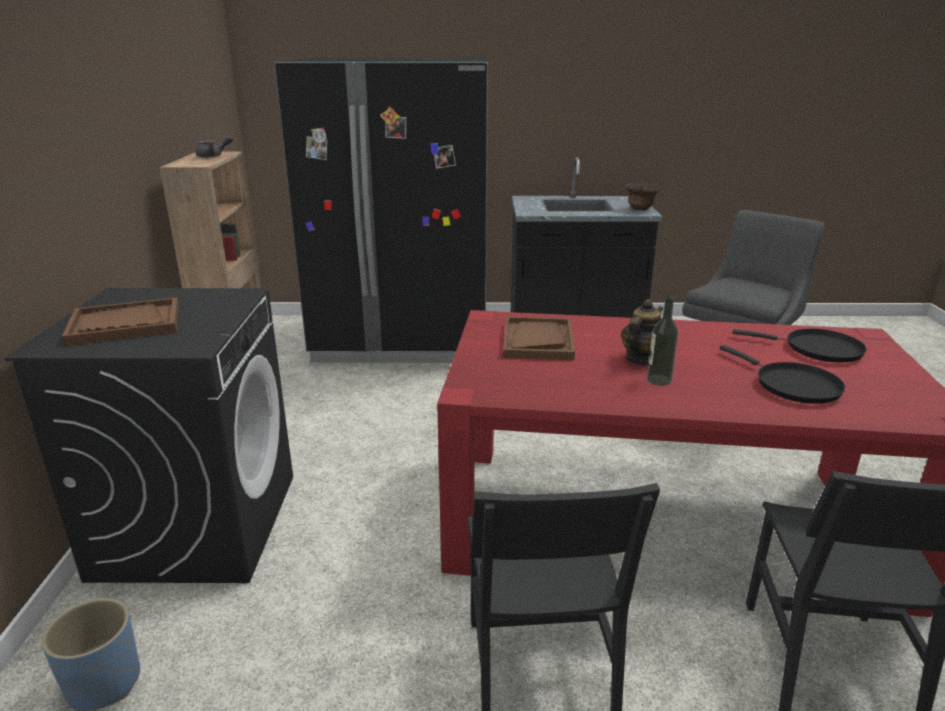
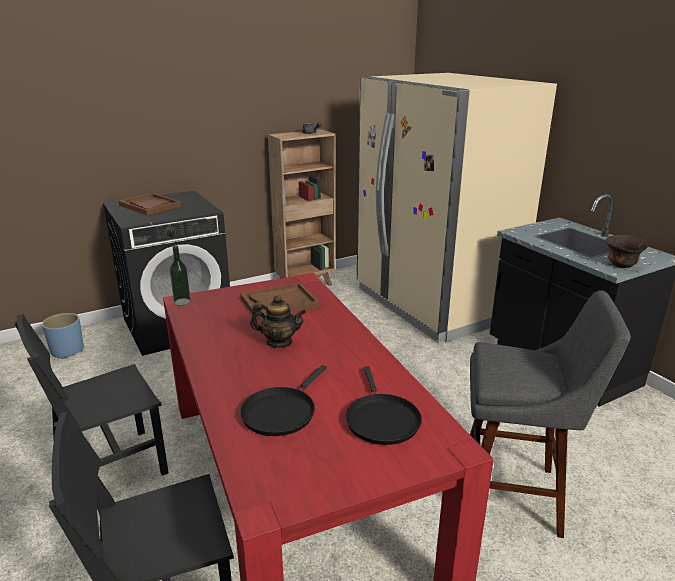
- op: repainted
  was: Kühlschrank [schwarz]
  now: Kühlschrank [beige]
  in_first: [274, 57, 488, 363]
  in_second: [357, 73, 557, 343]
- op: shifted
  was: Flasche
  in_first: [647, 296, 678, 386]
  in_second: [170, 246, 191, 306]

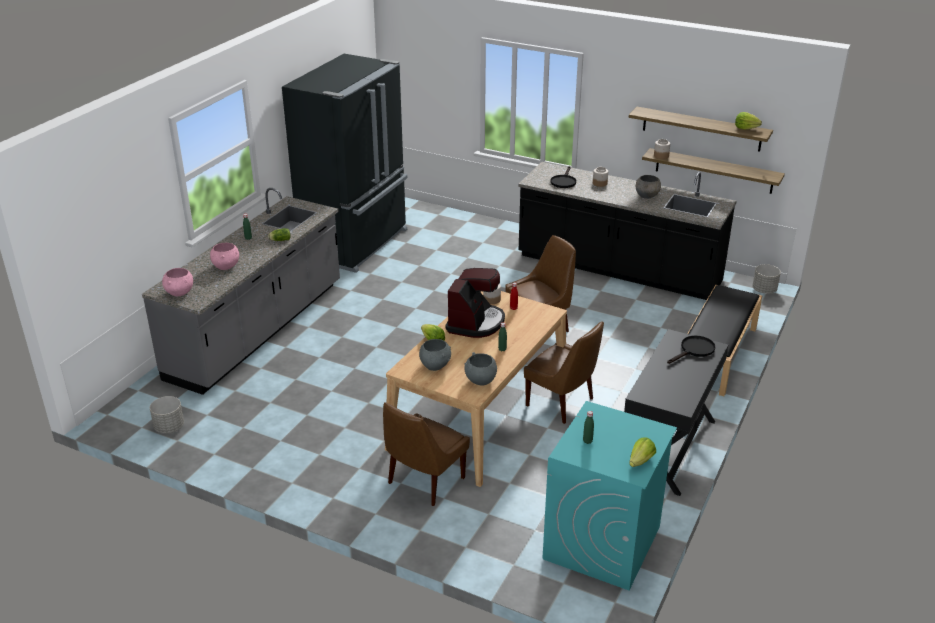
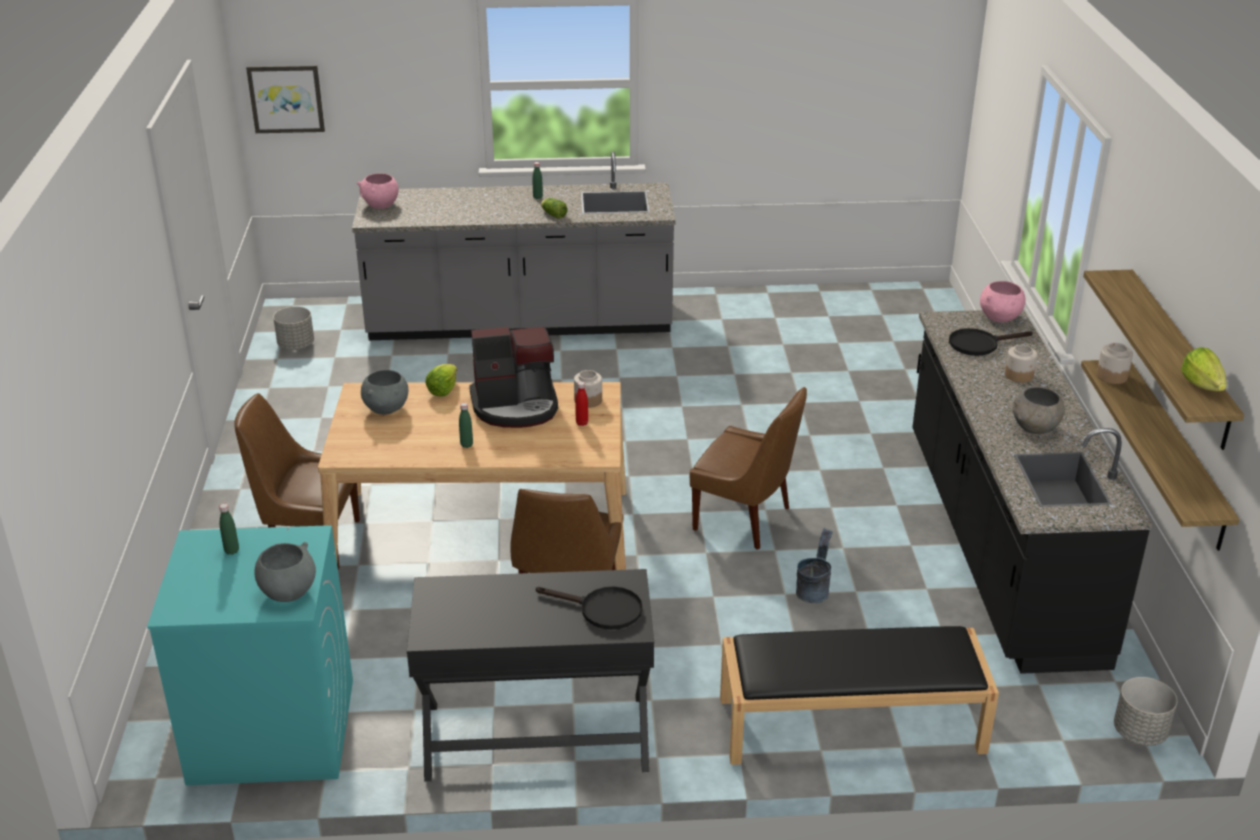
- op: shifted
  was: Schüssel [rosa]
  in_first: [210, 243, 239, 270]
  in_second: [980, 281, 1026, 322]
- op: gone
  was: Kühlschrank [schwarz]
  in_first: [282, 54, 407, 273]
- op: shifted
  was: Schüssel [grau]
  in_first: [464, 352, 497, 385]
  in_second: [255, 542, 316, 602]
- op: gone
  was: Salatkopf
  in_first: [629, 437, 656, 467]
- op: new
  now: Bild
  in_second: [246, 65, 325, 133]
- op: new
  now: Eimer [grau]
  in_second: [796, 528, 833, 603]

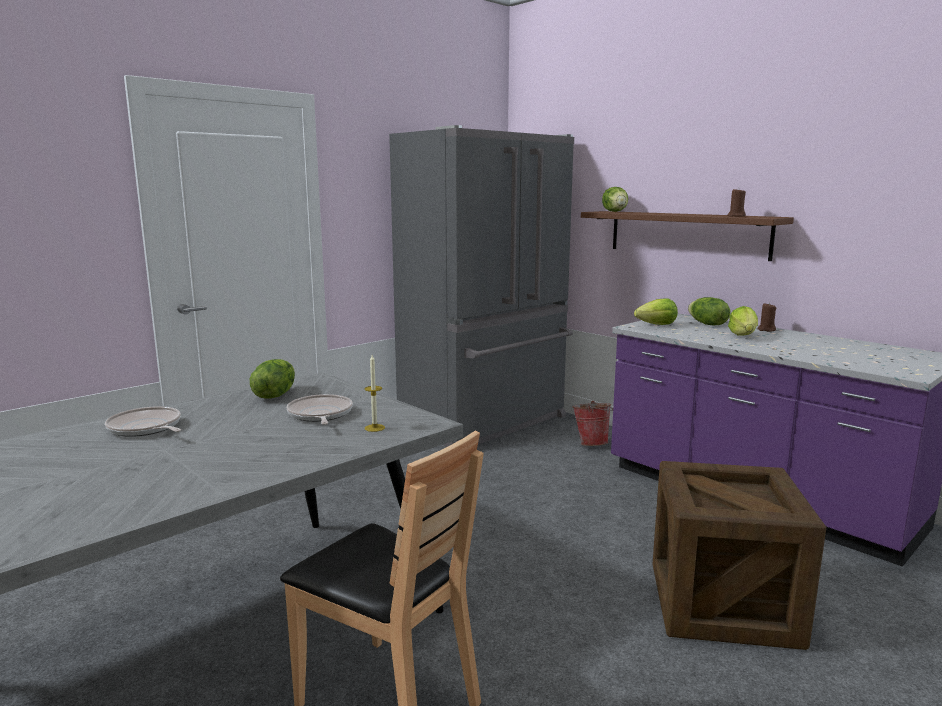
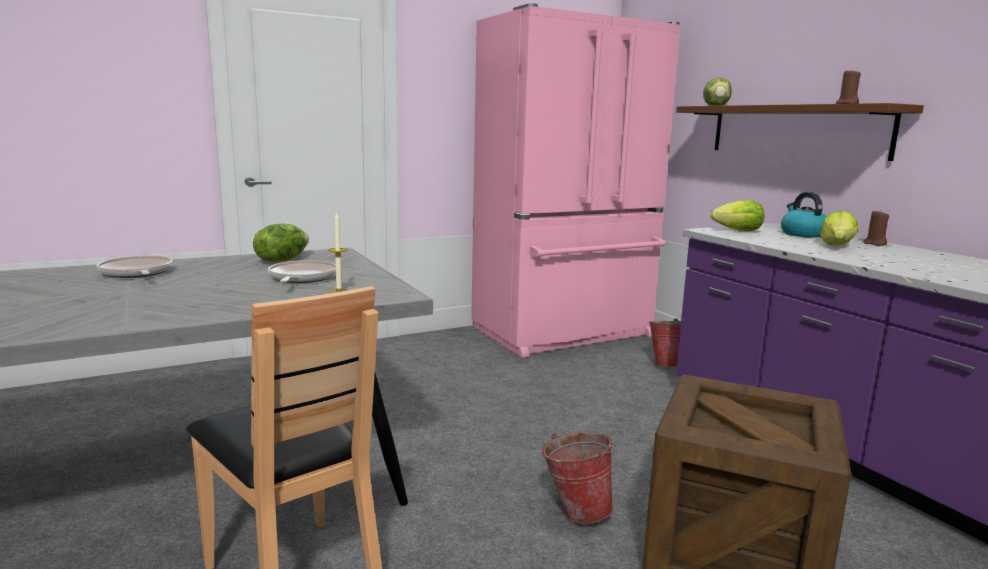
- op: repainted
  was: Kühlschrank [grau]
  now: Kühlschrank [rosa]
  in_first: [389, 125, 574, 447]
  in_second: [471, 3, 681, 358]
- op: swapped
  was: Salatkopf
  now: Wasserkessel
  in_first: [688, 297, 731, 325]
  in_second: [781, 192, 826, 237]
- op: new
  now: Eimer
  in_second: [542, 431, 618, 524]

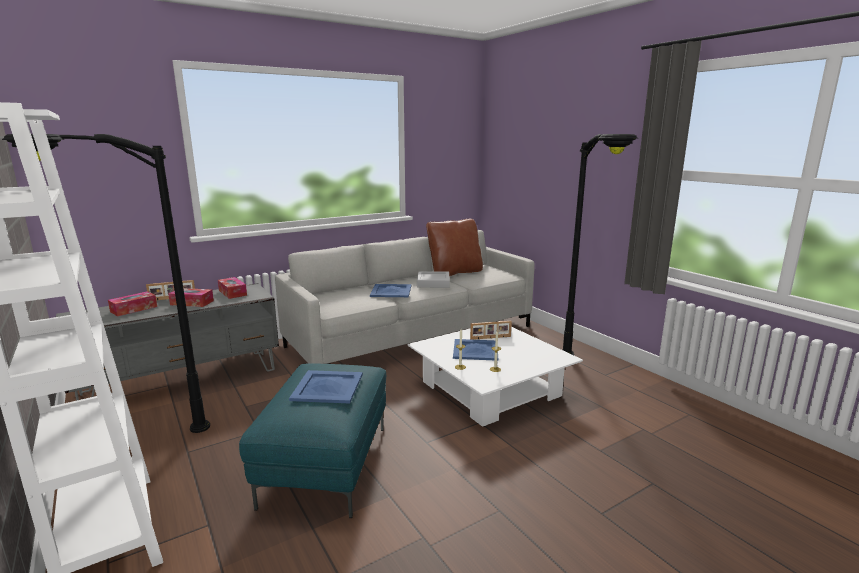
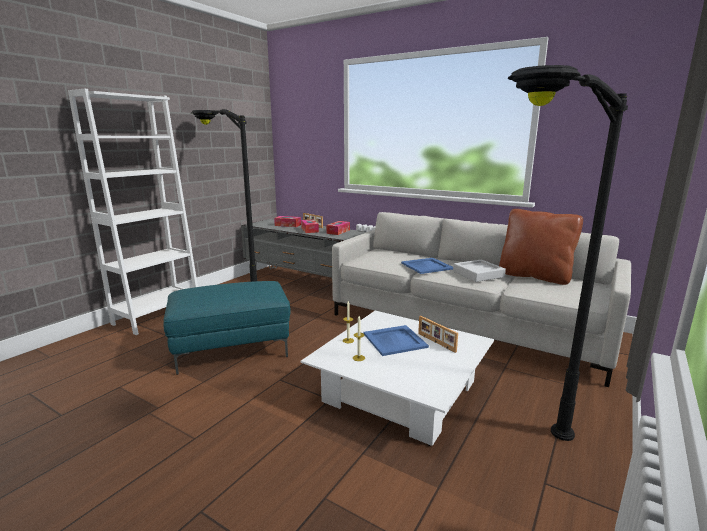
- op: gone
  was: Tablett [blau]
  in_first: [289, 370, 363, 403]

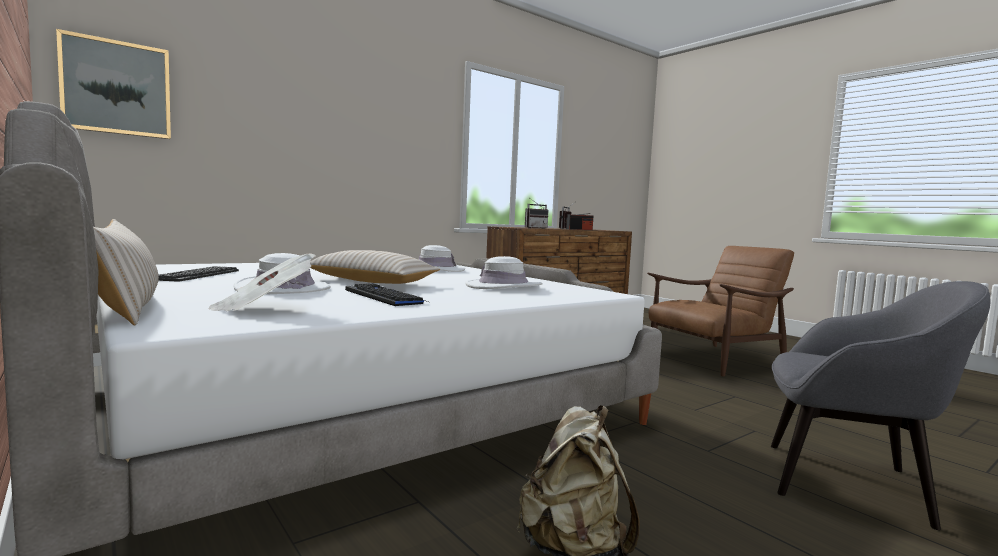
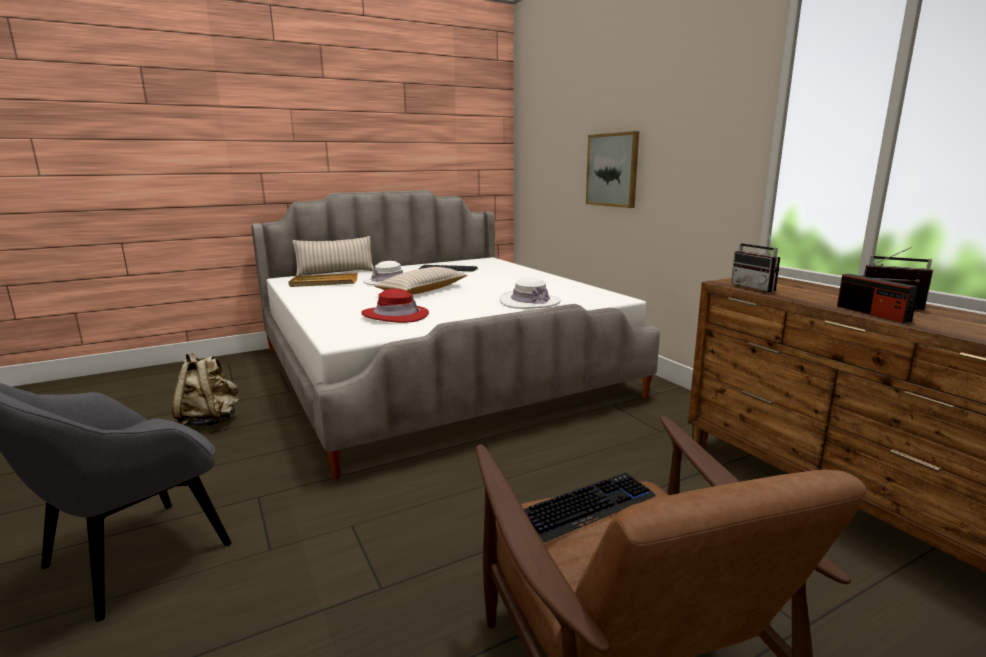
- op: shifted
  was: Bild
  in_first: [56, 29, 171, 139]
  in_second: [586, 131, 639, 208]
- op: swapped
  was: Zeitung
  now: Tablett [beige]
  in_first: [208, 253, 316, 311]
  in_second: [288, 273, 357, 287]
- op: shifted
  was: Tastatur
  in_first: [345, 283, 428, 306]
  in_second: [524, 473, 656, 543]
- op: repainted
  was: Hut [weiß]
  now: Hut [rot]
  in_first: [465, 256, 542, 289]
  in_second: [361, 289, 429, 323]

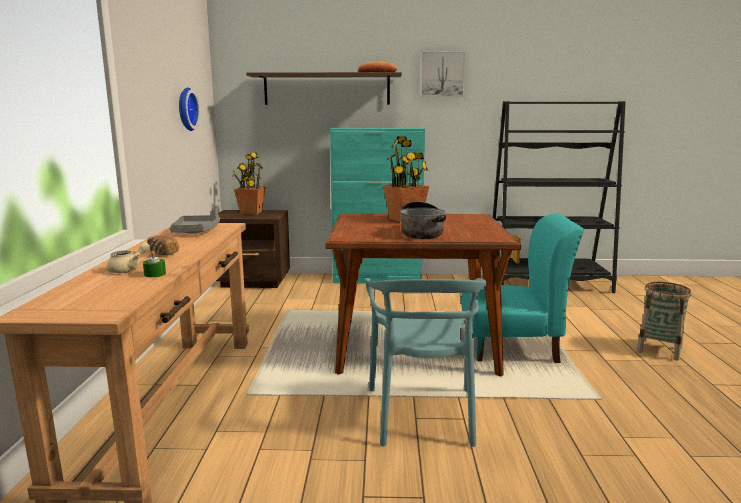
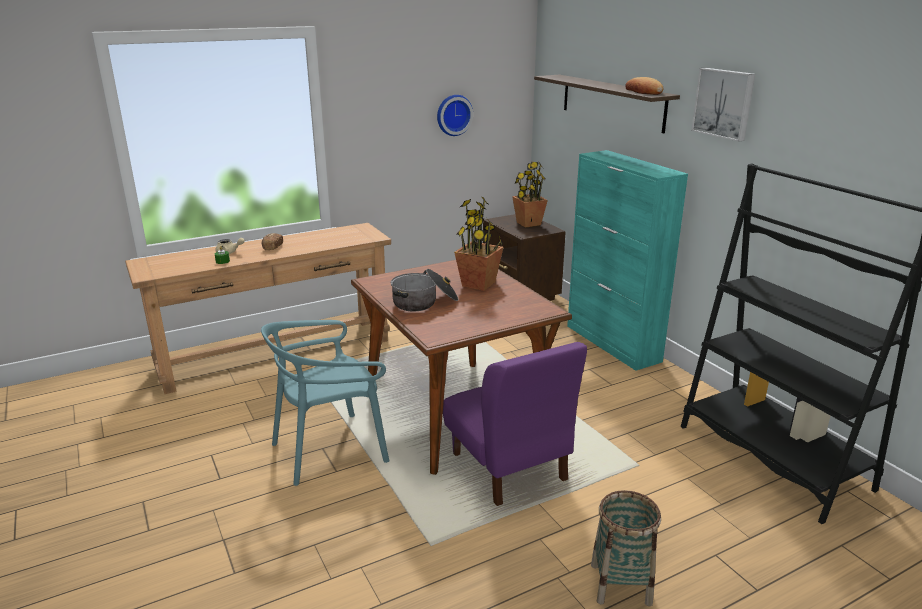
- op: gone
  was: Tablett [grau]
  in_first: [170, 208, 220, 233]
- op: repainted
  was: Stuhl [türkis]
  now: Stuhl [lila]
  in_first: [461, 213, 584, 363]
  in_second: [443, 342, 587, 506]

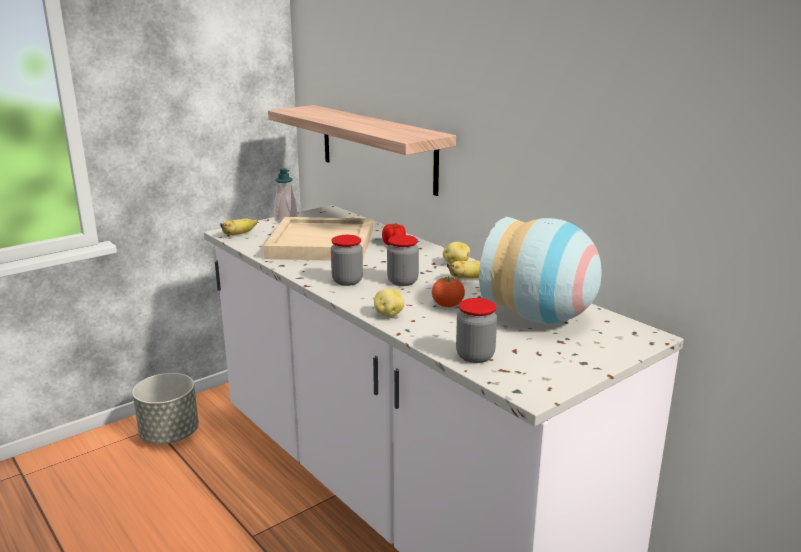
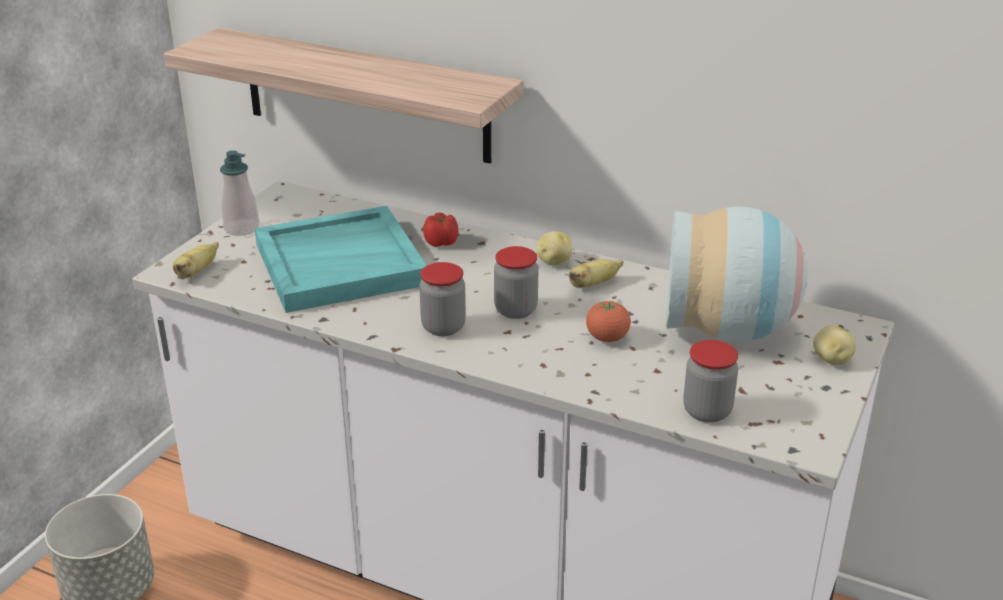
- op: repainted
  was: Tablett [beige]
  now: Tablett [türkis]
  in_first: [263, 217, 373, 261]
  in_second: [255, 206, 427, 313]
- op: shifted
  was: Kartoffel
  in_first: [374, 288, 404, 317]
  in_second: [813, 325, 856, 365]

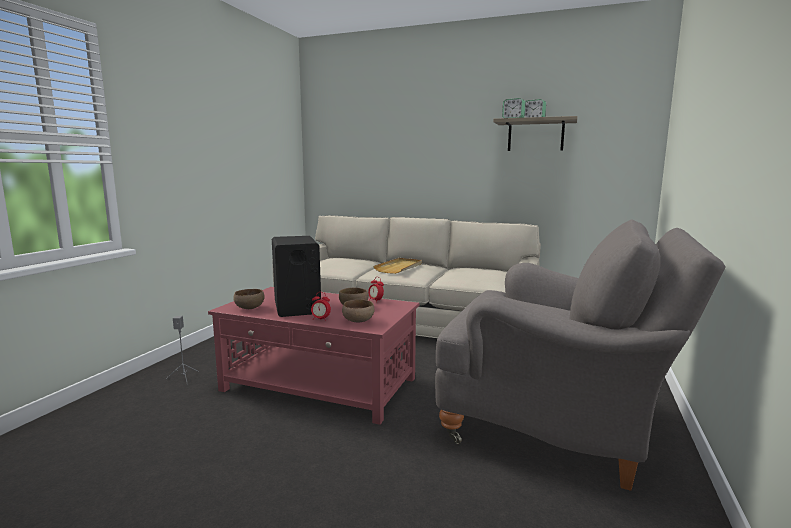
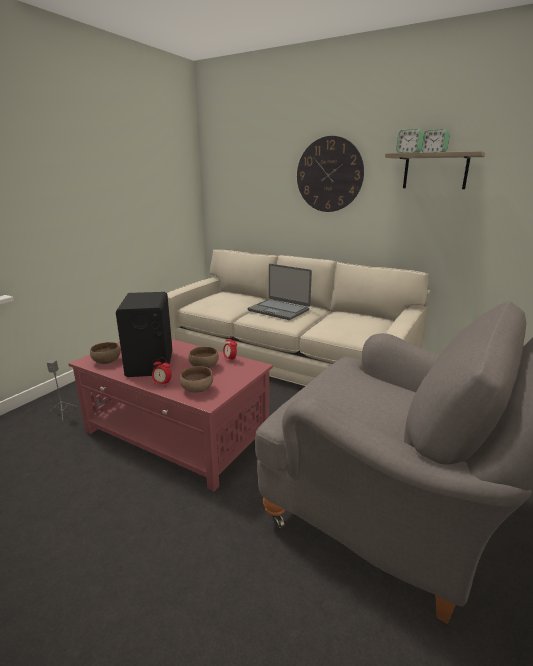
- op: swapped
  was: Tablett [beige]
  now: Laptop
  in_first: [373, 258, 422, 274]
  in_second: [248, 264, 312, 320]
- op: new
  now: Wanduhr
  in_second: [297, 136, 364, 212]

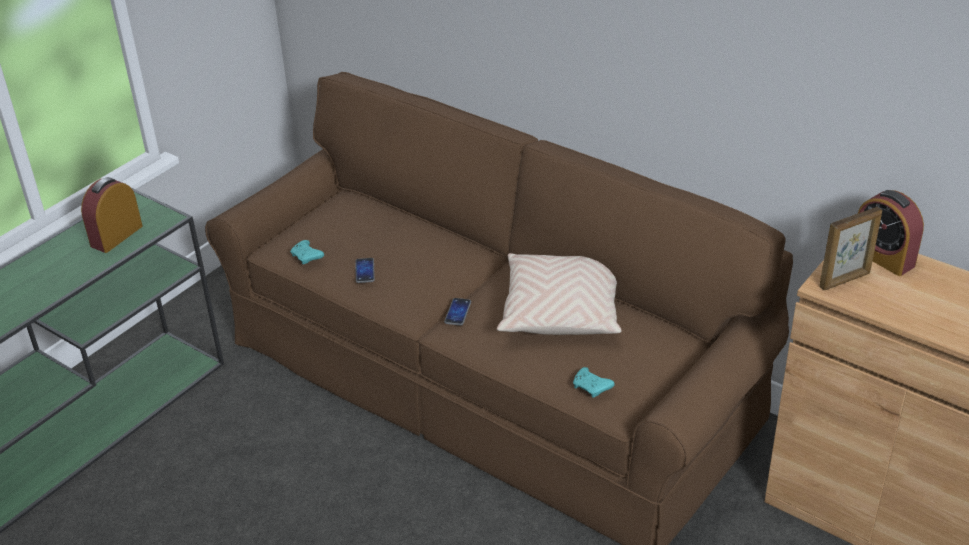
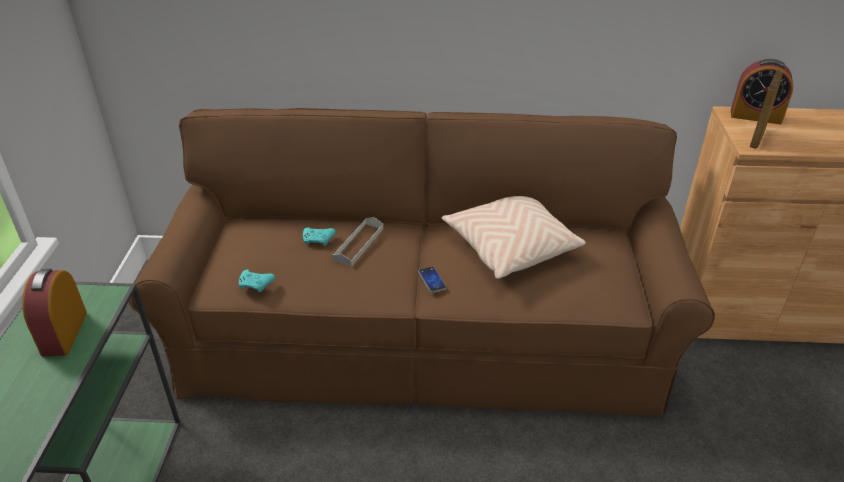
- op: gone
  was: Handy
  in_first: [355, 258, 375, 283]
- op: shifted
  was: Gamepad [türkis]
  in_first: [573, 367, 615, 398]
  in_second: [303, 227, 336, 246]
- op: new
  now: Tablett [grau]
  in_second: [332, 217, 383, 266]

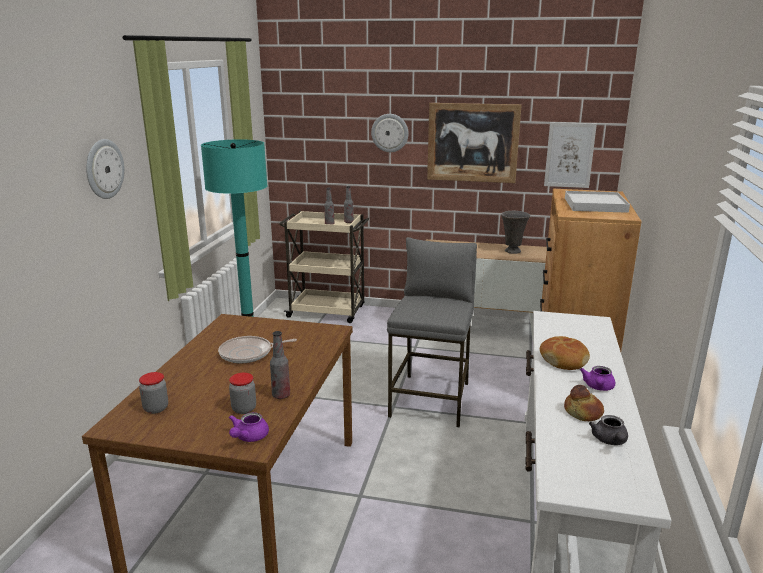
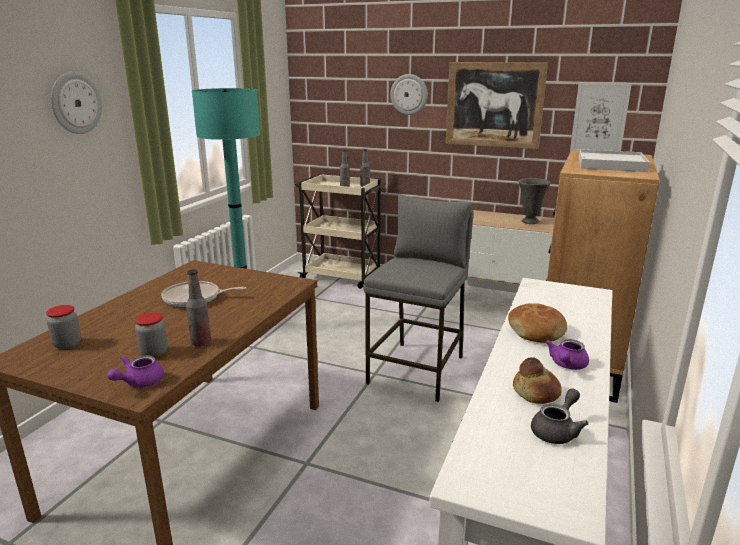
- op: rotated
  was: Teekanne [grau]
  in_first: [589, 415, 628, 445]
  in_second: [531, 388, 589, 444]
  clockwise: -150

